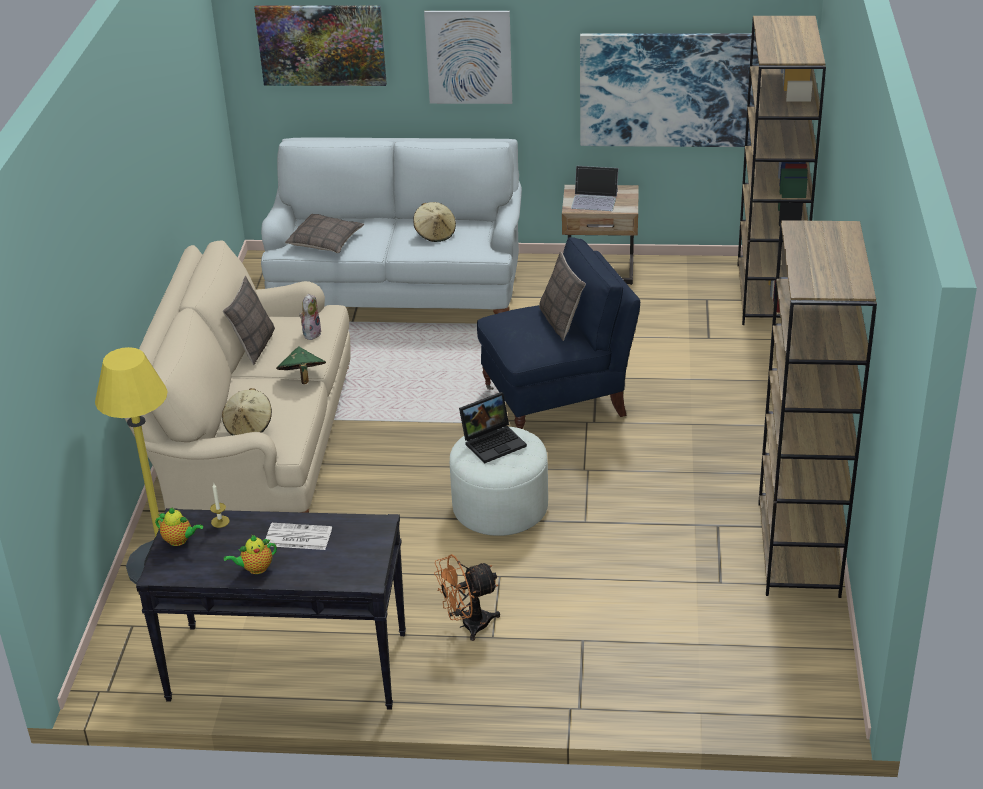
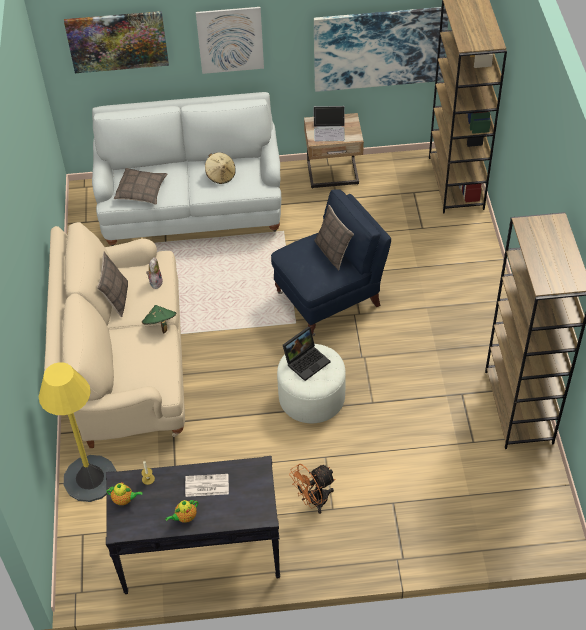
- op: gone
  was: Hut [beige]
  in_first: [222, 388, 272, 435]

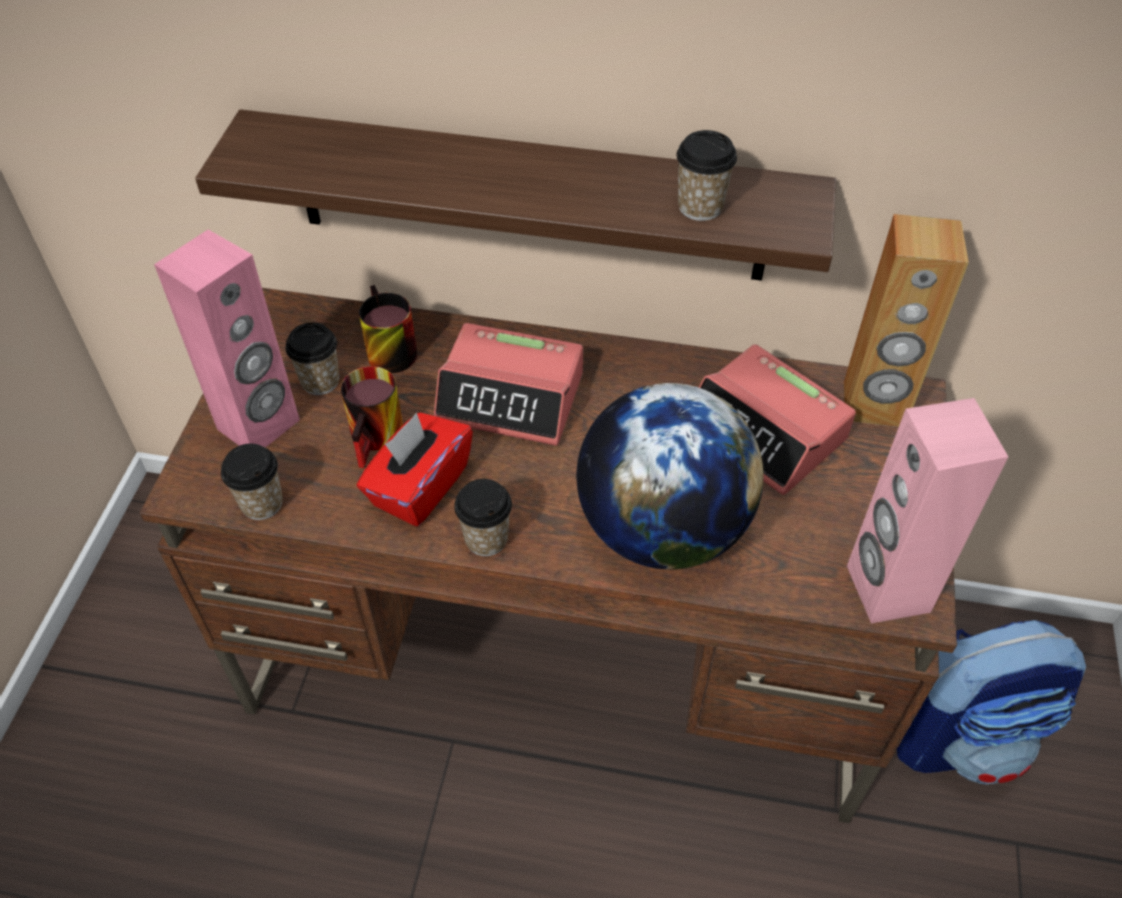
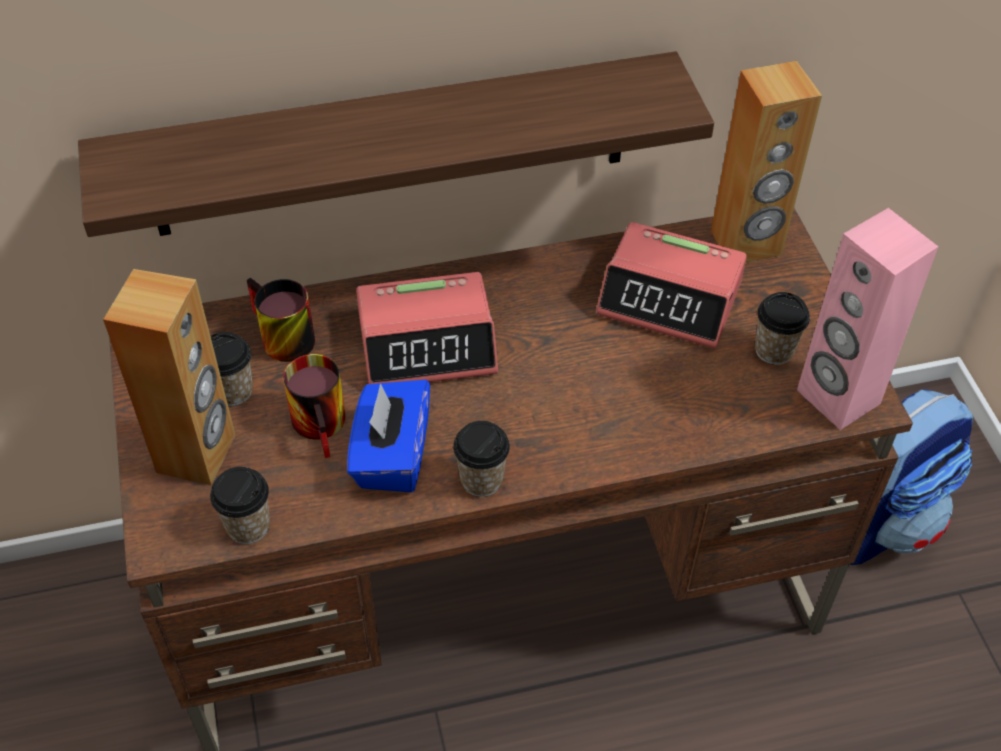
- op: repainted
  was: Lautsprecher [rosa]
  now: Lautsprecher [braun]
  in_first: [154, 230, 300, 448]
  in_second: [103, 269, 235, 485]
- op: repainted
  was: Taschentuchbox [rot]
  now: Taschentuchbox [blau]
  in_first: [357, 412, 473, 526]
  in_second: [347, 380, 430, 492]
- op: gone
  was: Globus
  in_first: [576, 383, 764, 570]
- op: shifted
  was: Tasse
  in_first: [677, 130, 737, 221]
  in_second: [755, 292, 810, 365]

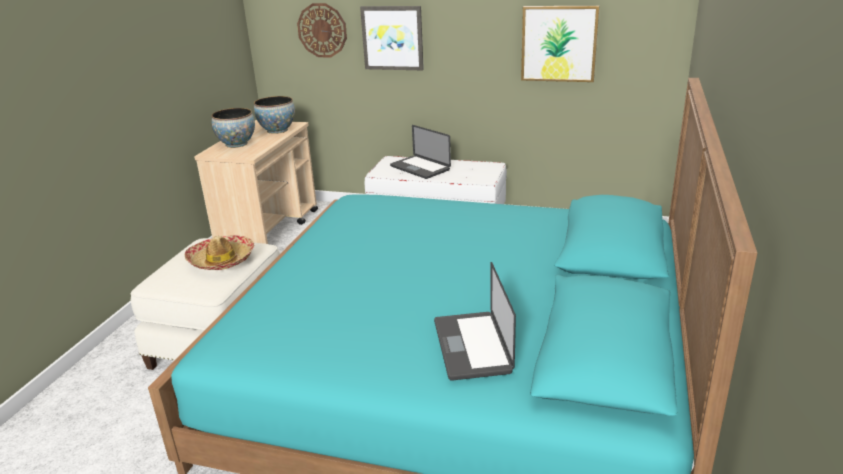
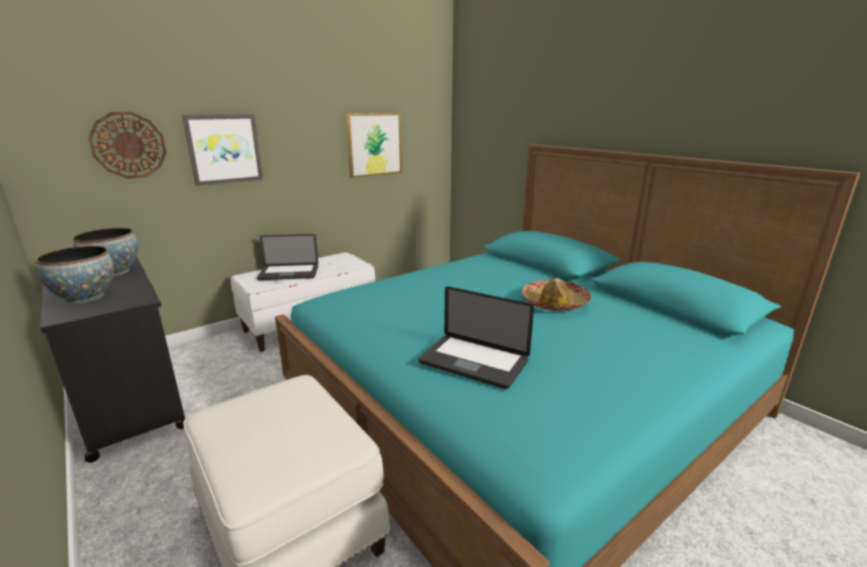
- op: shifted
  was: Hut
  in_first: [185, 235, 255, 270]
  in_second: [522, 278, 591, 311]
- op: repainted
  was: Rollwagen [beige]
  now: Rollwagen [schwarz]
  in_first: [194, 120, 318, 244]
  in_second: [40, 258, 185, 463]
- op: shifted
  was: Laptop
  in_first: [434, 262, 516, 381]
  in_second: [419, 286, 534, 389]

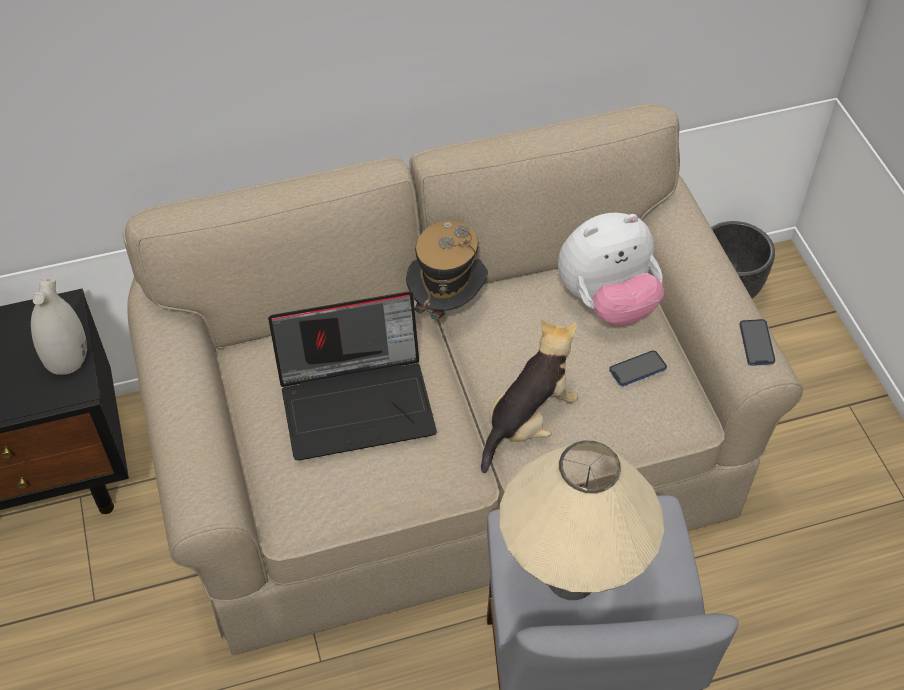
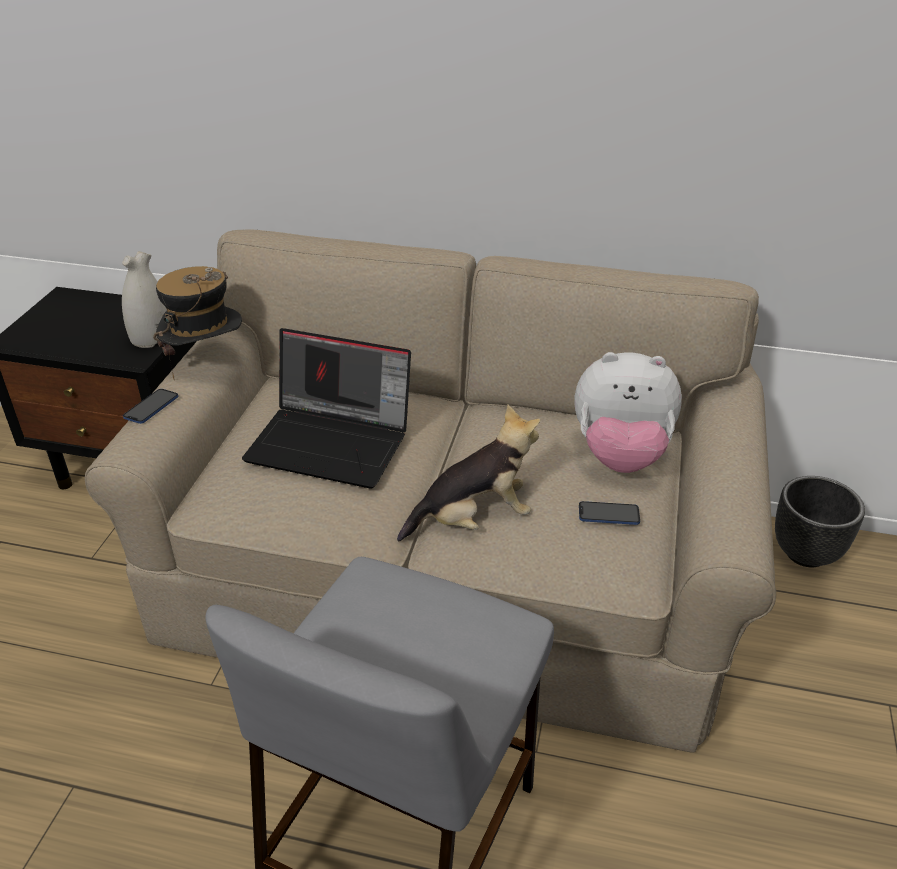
- op: shifted
  was: Hut
  in_first: [406, 221, 488, 337]
  in_second: [153, 266, 242, 379]
- op: gone
  was: Tischlampe [beige]
  in_first: [500, 441, 664, 600]
- op: shifted
  was: Handy
  in_first: [739, 319, 775, 366]
  in_second: [123, 389, 178, 424]

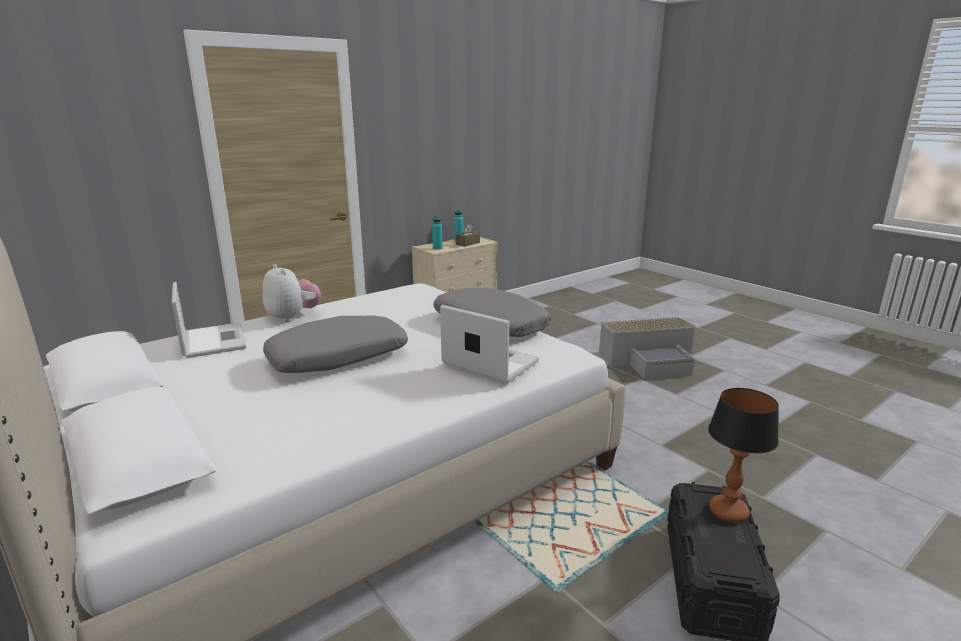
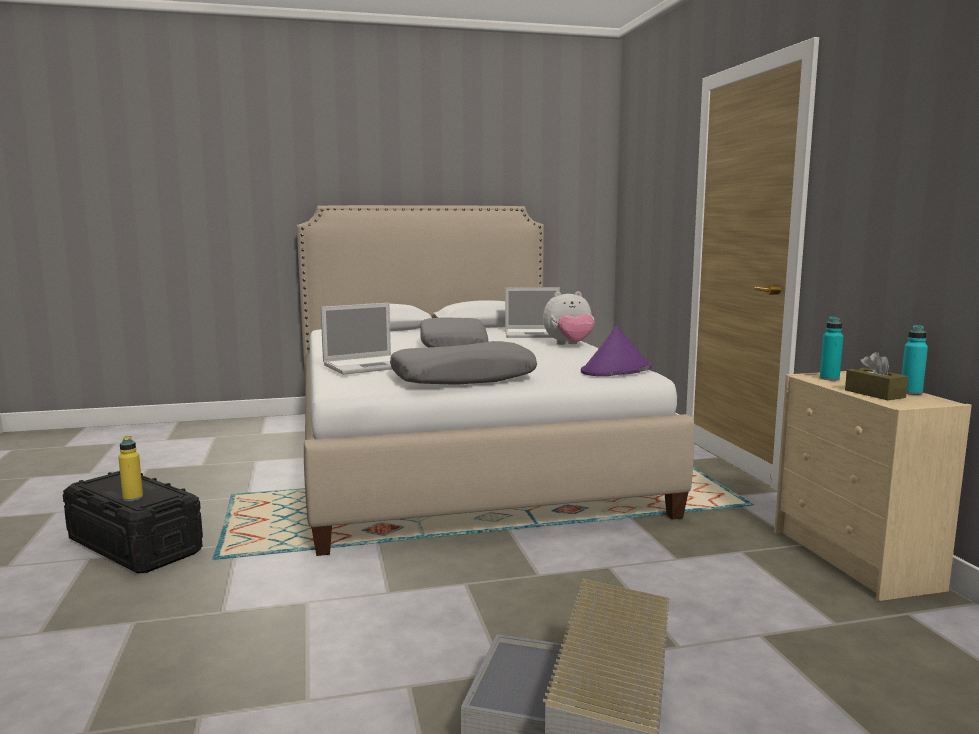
- op: swapped
  was: Tischlampe
  now: Flasche [gelb]
  in_first: [708, 388, 779, 523]
  in_second: [118, 436, 143, 501]
- op: new
  now: Hut [lila]
  in_second: [581, 325, 652, 376]

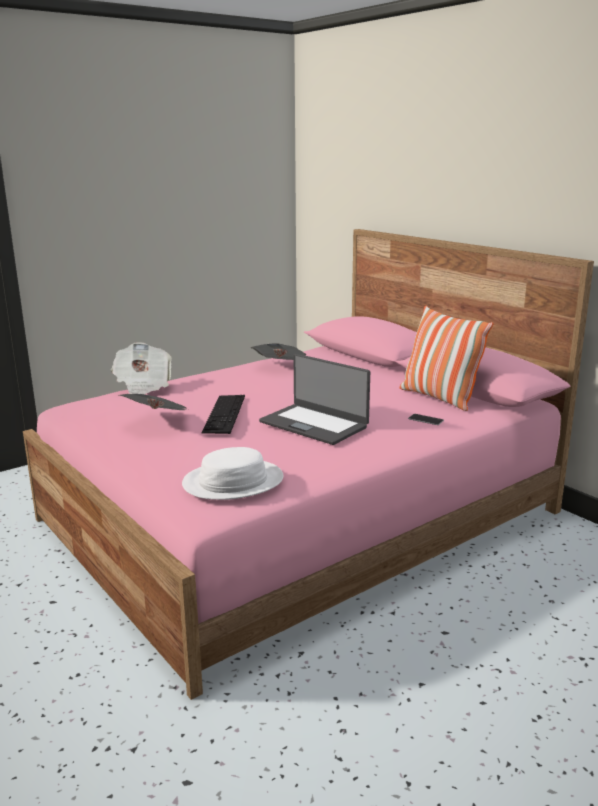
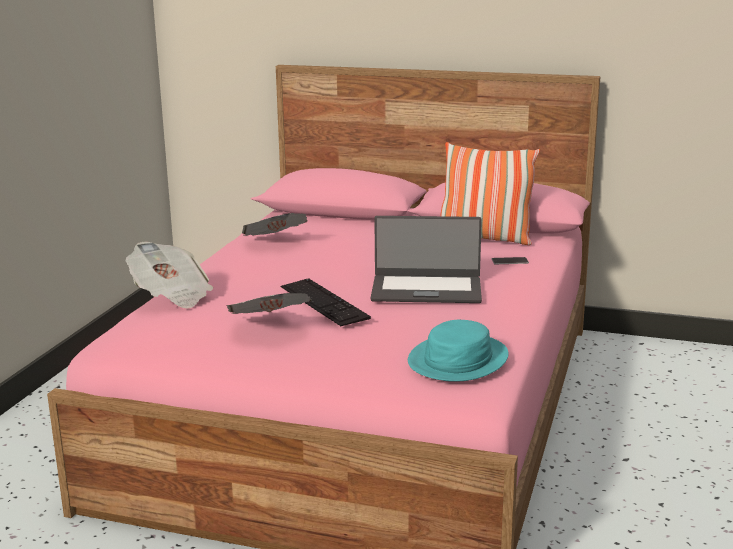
- op: repainted
  was: Hut [weiß]
  now: Hut [türkis]
  in_first: [182, 447, 283, 500]
  in_second: [408, 320, 509, 382]

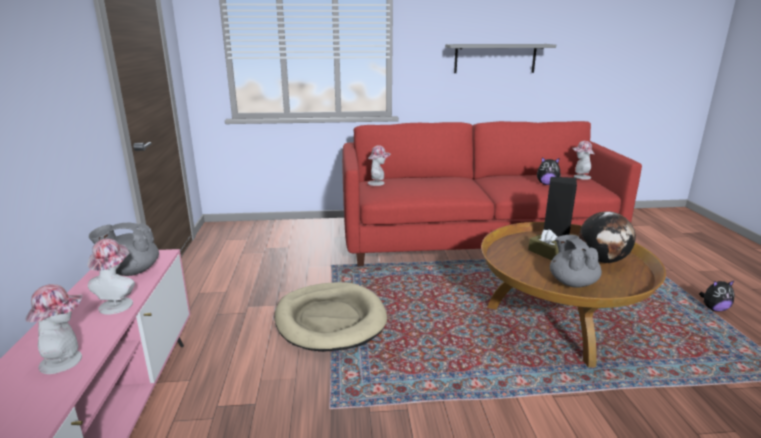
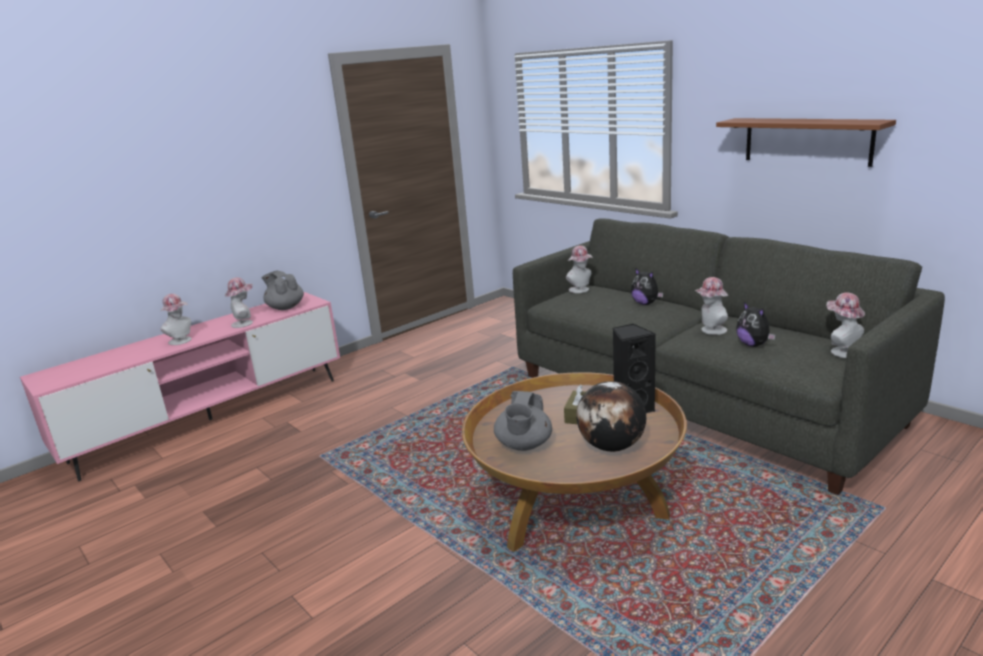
- op: gone
  was: Hundebett [beige]
  in_first: [275, 282, 387, 352]
- op: repainted
  was: Sofa [rot]
  now: Sofa [grau]
  in_first: [342, 121, 642, 266]
  in_second: [513, 218, 945, 495]
- op: repainted
  was: Wandregal [grau]
  now: Wandregal [braun]
  in_first: [445, 44, 556, 73]
  in_second: [716, 118, 896, 167]
- op: rotated
  was: Teekanne [grau]
  in_first: [550, 235, 602, 287]
  in_second: [494, 391, 552, 451]
  clockwise: 150
- op: shifted
  was: Plüschtier
  in_first: [699, 281, 735, 312]
  in_second: [631, 268, 663, 305]
- op: new
  now: Hut
  in_second: [695, 277, 728, 335]

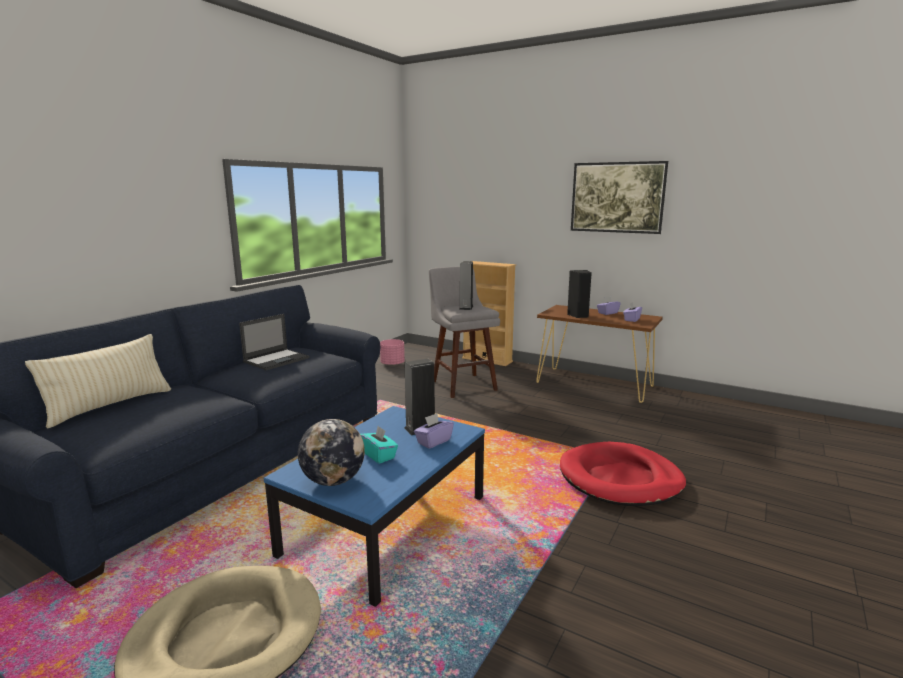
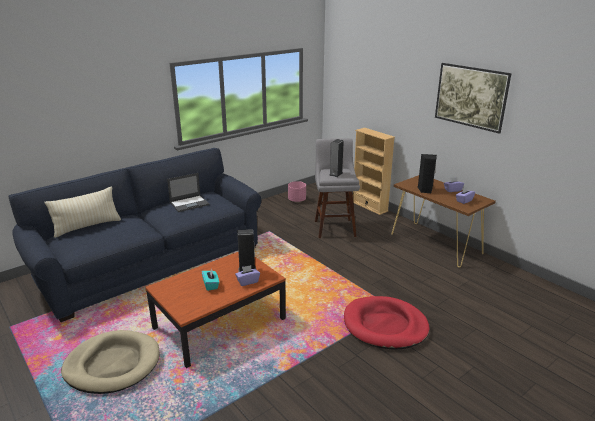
- op: repainted
  was: Couchtisch [blau]
  now: Couchtisch [braun]
  in_first: [264, 406, 485, 607]
  in_second: [145, 252, 286, 368]
- op: gone
  was: Globus
  in_first: [298, 419, 365, 486]

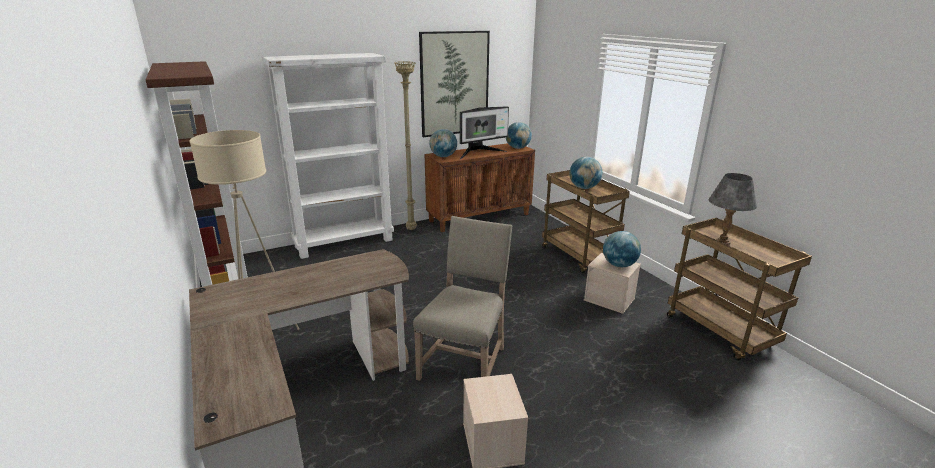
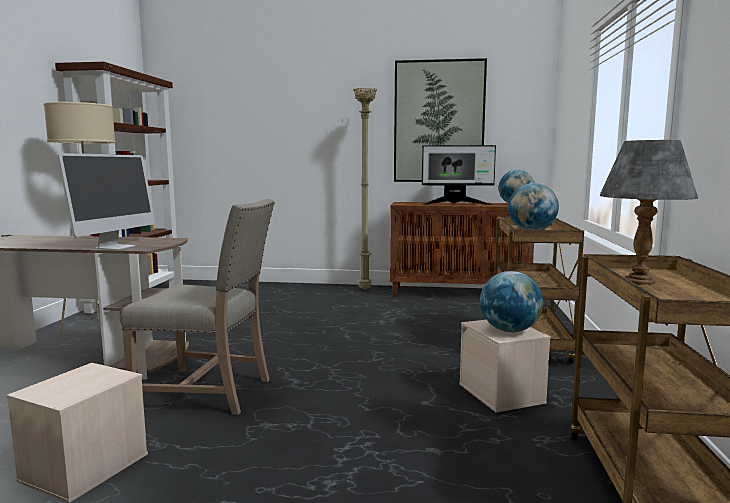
- op: gone
  was: Bücherregal [weiß]
  in_first: [262, 53, 394, 259]
- op: rotated
  was: Stuhl [beige]
  in_first: [413, 216, 512, 381]
  in_second: [119, 199, 275, 415]
  clockwise: 45
- op: gone
  was: Globus
  in_first: [429, 129, 457, 157]
- op: new
  now: Monitor
  in_second: [57, 153, 155, 250]

